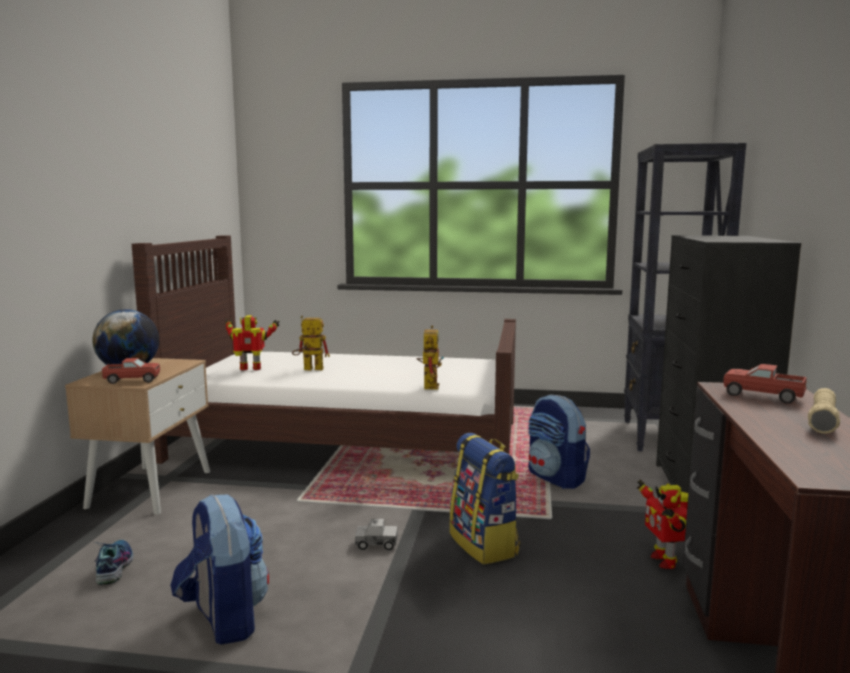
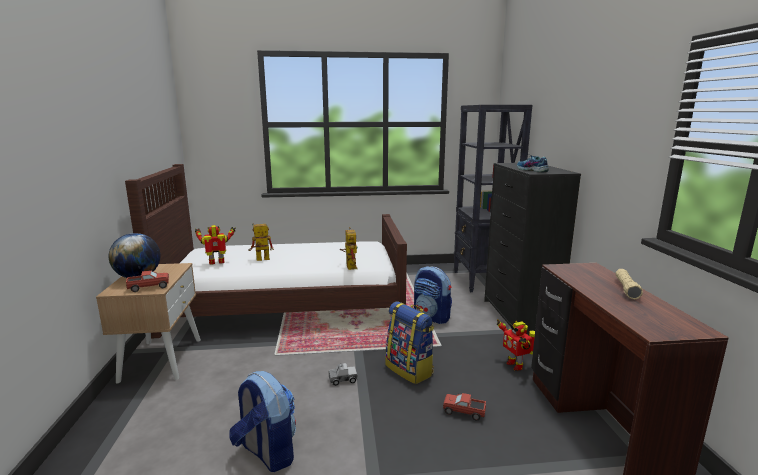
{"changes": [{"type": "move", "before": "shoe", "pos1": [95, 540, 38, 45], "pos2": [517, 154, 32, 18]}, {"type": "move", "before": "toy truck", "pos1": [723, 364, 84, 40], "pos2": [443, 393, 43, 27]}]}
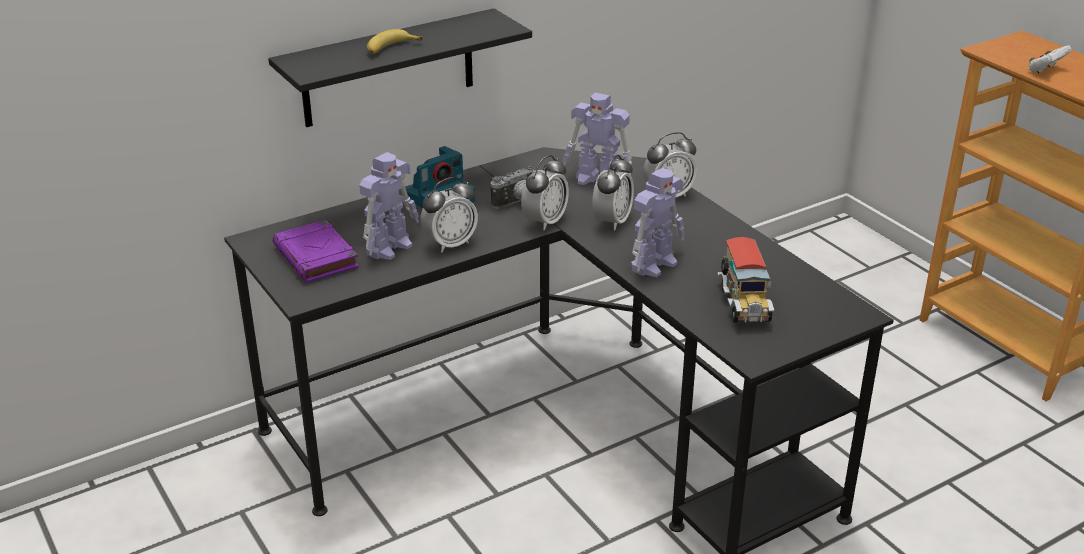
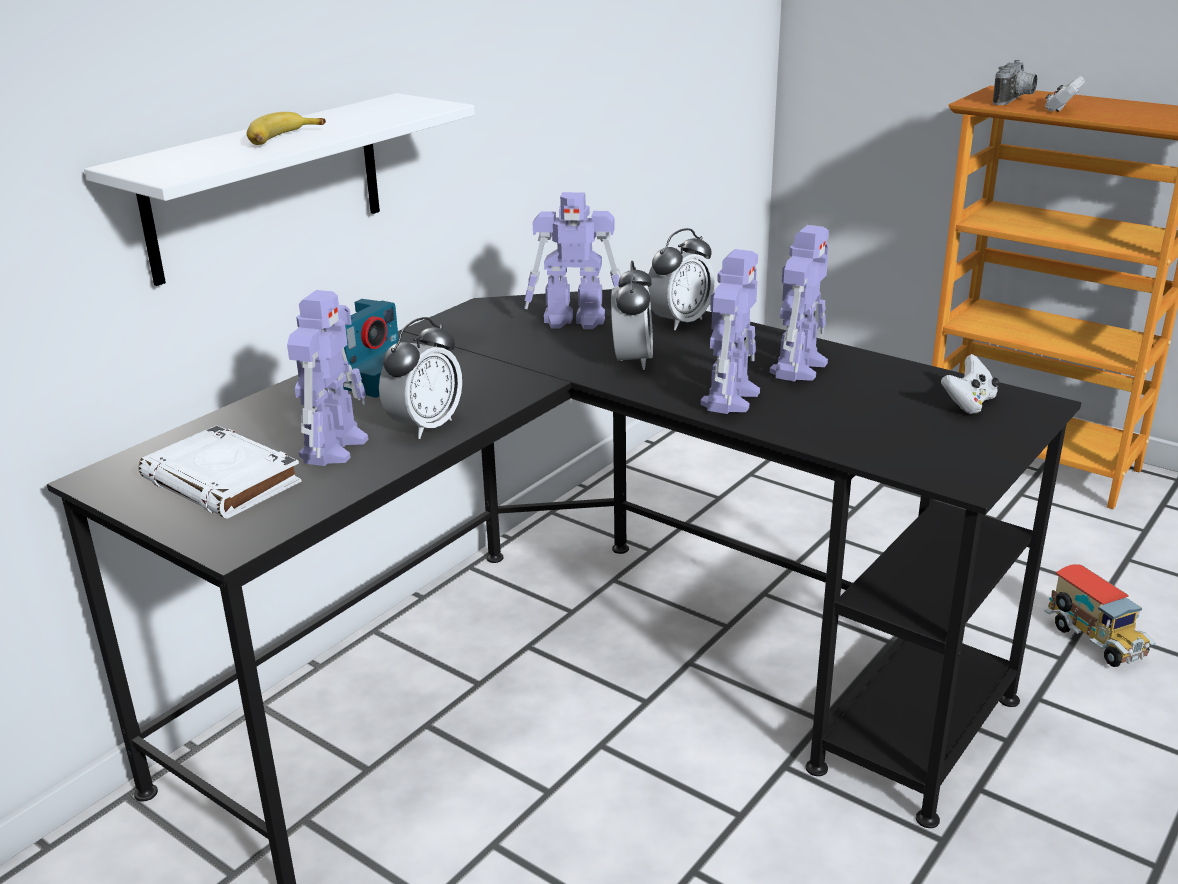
{"changes": [{"type": "delete", "before": "alarm clock", "pos1": [521, 155, 48, 76]}, {"type": "insert", "after": "toy robot", "pos2": [770, 225, 59, 157]}, {"type": "insert", "after": "white game controller", "pos2": [941, 354, 59, 60]}, {"type": "move", "before": "photo camera", "pos1": [491, 166, 45, 43], "pos2": [993, 60, 44, 45]}, {"type": "move", "before": "toy truck", "pos1": [717, 237, 57, 87], "pos2": [1044, 564, 112, 103]}, {"type": "recolor", "before": "black shelf", "after": "white shelf", "pos1": [268, 8, 264, 119], "pos2": [84, 93, 391, 193]}, {"type": "recolor", "before": "purple book", "after": "white book", "pos1": [273, 220, 86, 62], "pos2": [139, 425, 163, 94]}]}
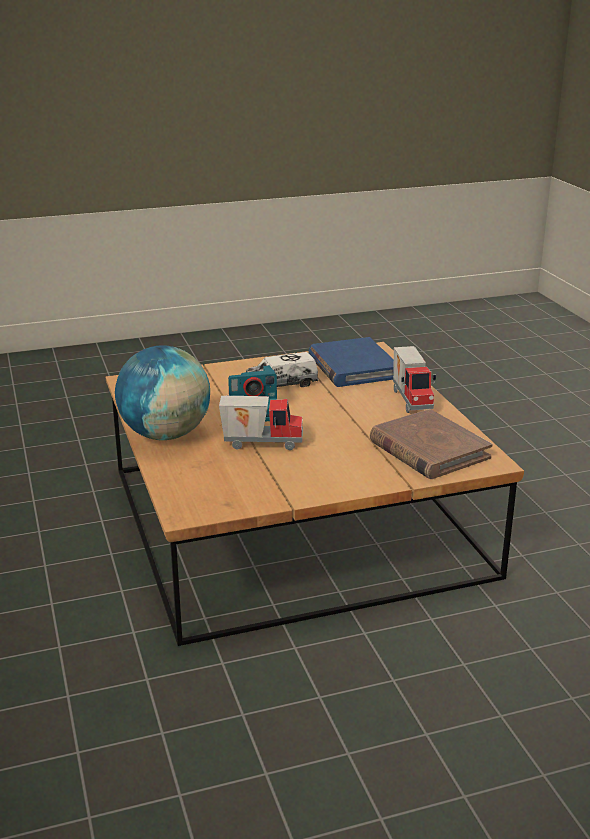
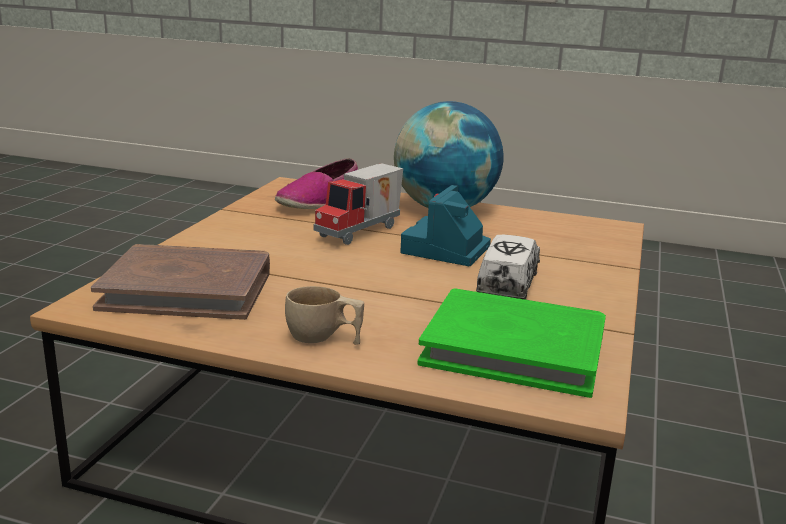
{"changes": [{"type": "insert", "after": "shoe", "pos2": [275, 158, 83, 51]}, {"type": "replace", "before": "toy truck", "after": "beige cup", "pos1": [393, 346, 43, 67], "pos2": [285, 286, 79, 59]}, {"type": "recolor", "before": "blue book", "after": "green book", "pos1": [309, 337, 85, 50], "pos2": [417, 288, 189, 110]}]}
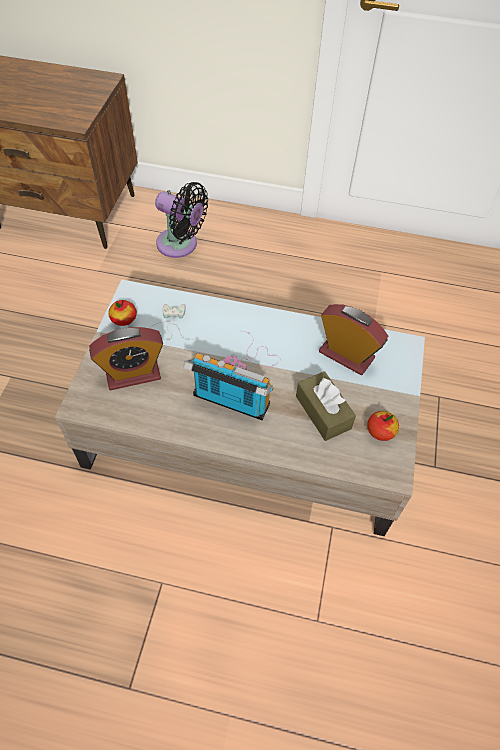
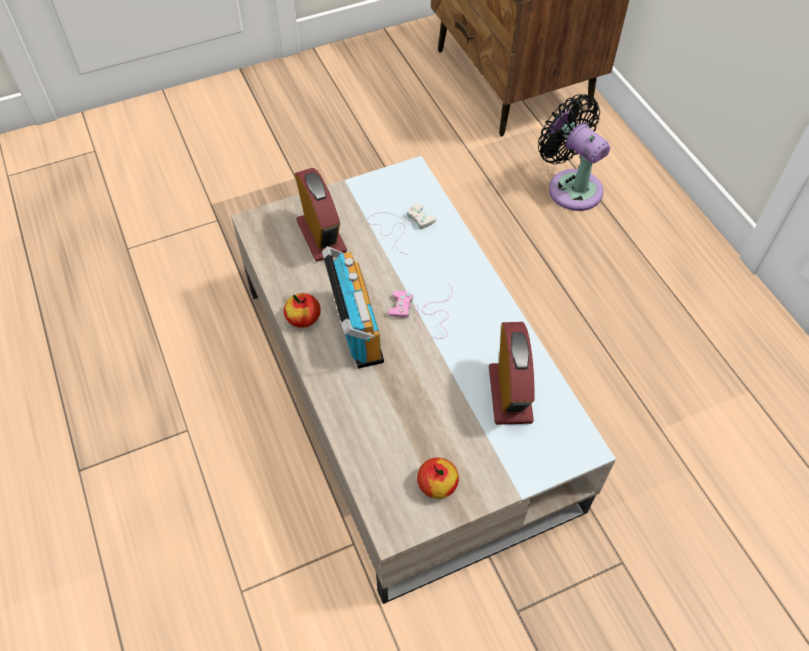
{"changes": [{"type": "delete", "before": "brown tissue box", "pos1": [296, 371, 60, 70]}, {"type": "move", "before": "apple", "pos1": [108, 300, 29, 26], "pos2": [284, 293, 37, 35]}, {"type": "rotate", "before": "alarm clock", "pos1": [89, 327, 74, 63], "pos2": [295, 168, 52, 94], "turn": -150}, {"type": "rotate", "before": "black fan", "pos1": [155, 182, 53, 76], "pos2": [538, 94, 72, 117], "turn": 150}]}
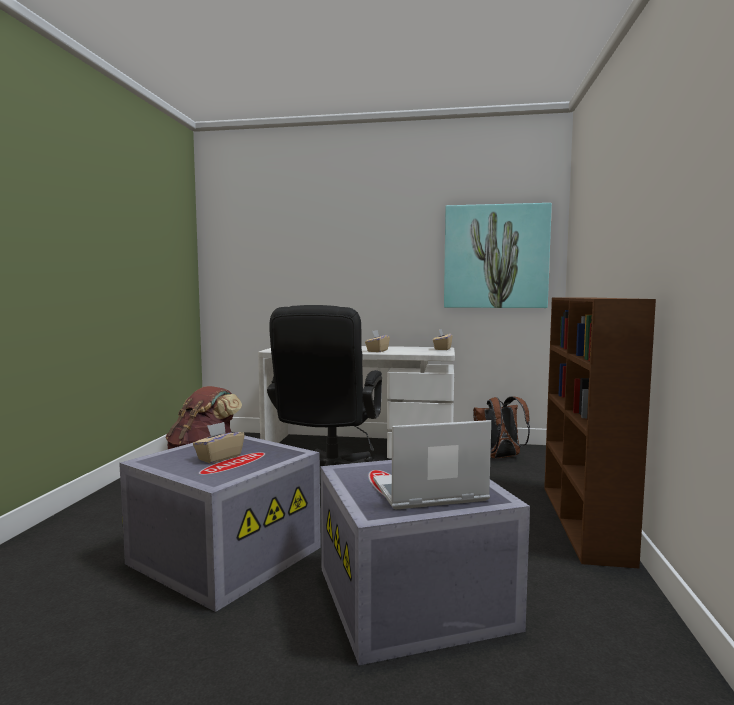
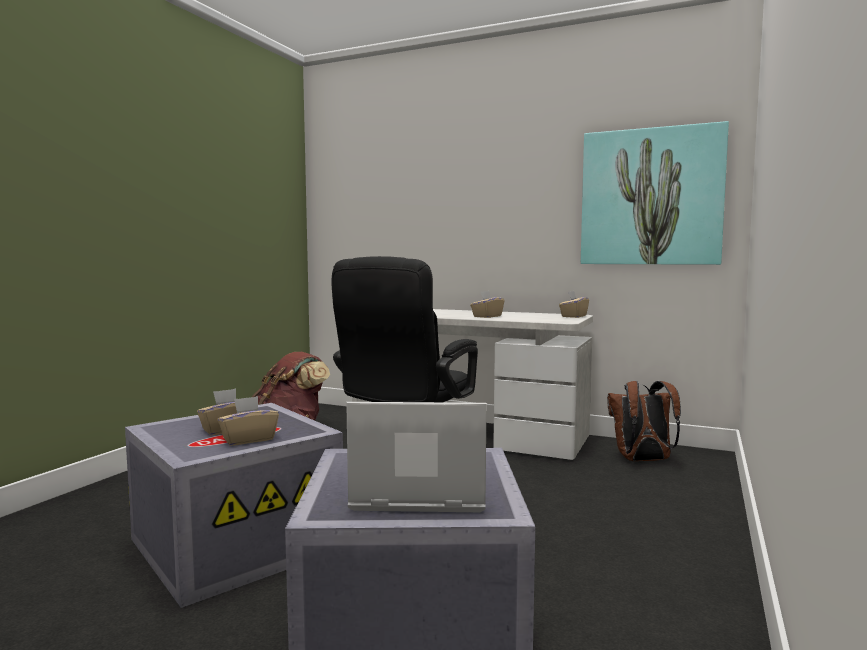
{"changes": [{"type": "delete", "before": "brown bookcase", "pos1": [544, 298, 112, 270]}, {"type": "insert", "after": "beige tissue box", "pos2": [217, 396, 62, 50]}]}
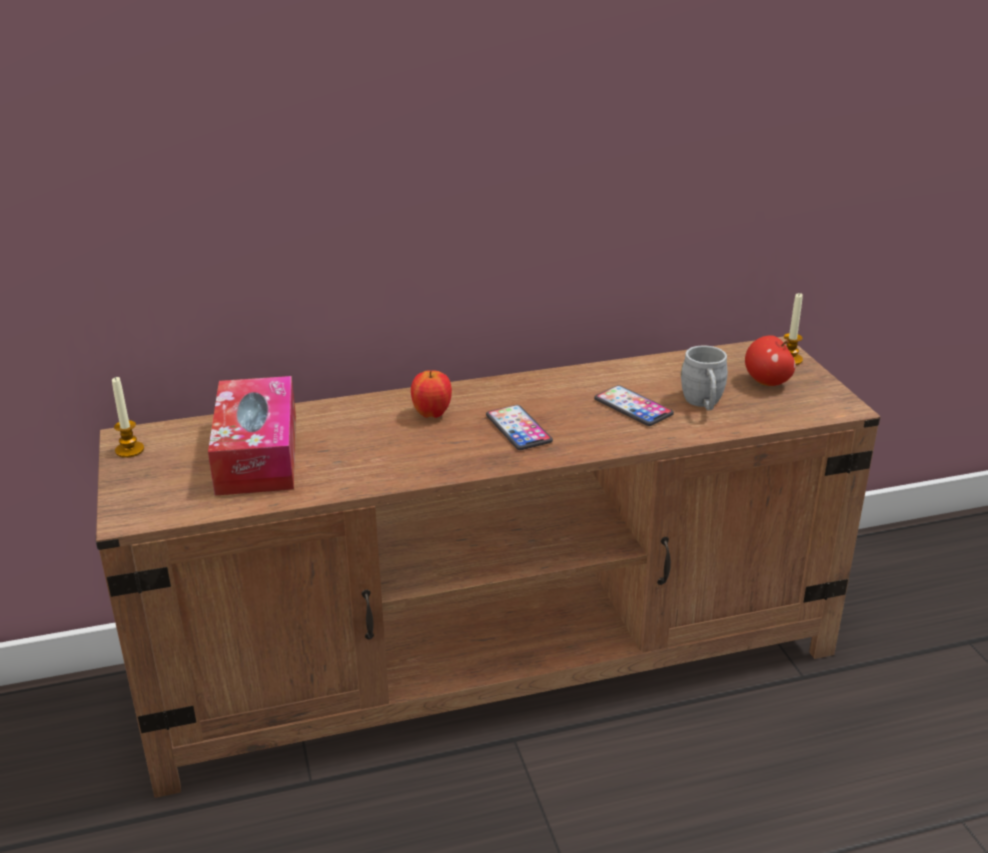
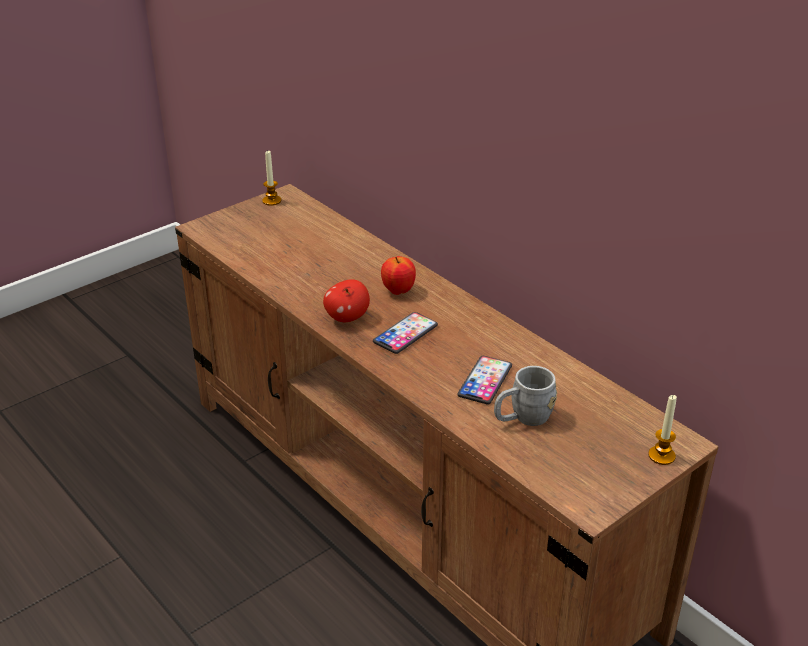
{"changes": [{"type": "delete", "before": "tissue box", "pos1": [208, 376, 88, 120]}, {"type": "move", "before": "apple", "pos1": [745, 336, 51, 50], "pos2": [323, 279, 47, 43]}]}
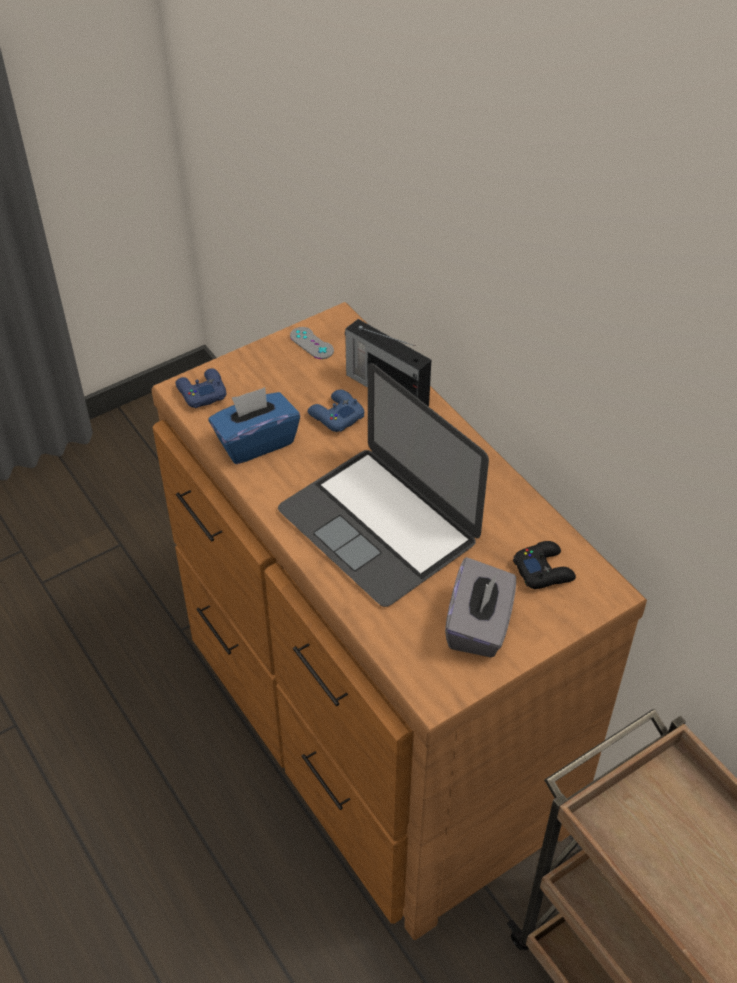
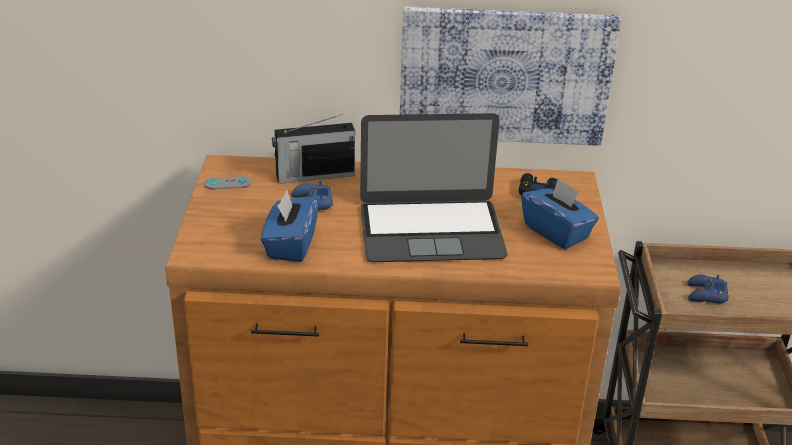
{"changes": [{"type": "insert", "after": "picture", "pos2": [400, 6, 221, 140]}, {"type": "move", "before": "blue game controller", "pos1": [175, 368, 51, 40], "pos2": [687, 275, 42, 28]}, {"type": "recolor", "before": "grey tissue box", "after": "blue tissue box", "pos1": [445, 557, 71, 100], "pos2": [521, 178, 78, 71]}]}
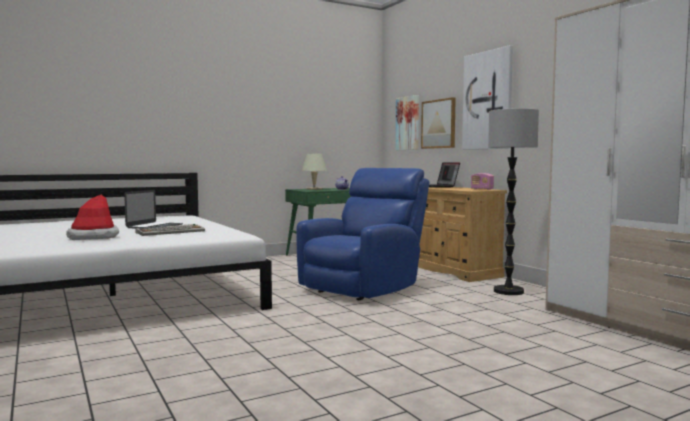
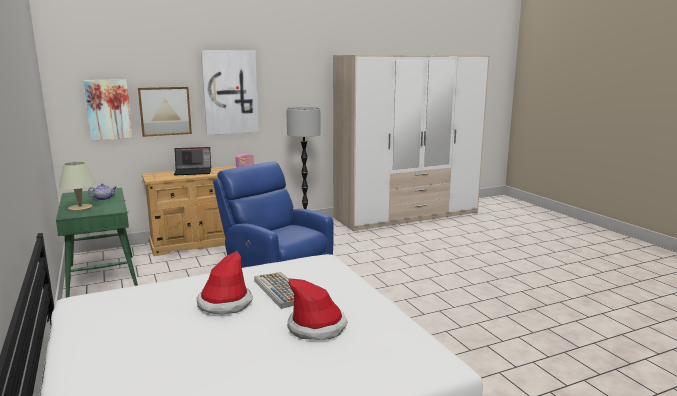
{"changes": [{"type": "replace", "before": "laptop", "after": "hat", "pos1": [124, 190, 59, 39], "pos2": [197, 251, 56, 63]}]}
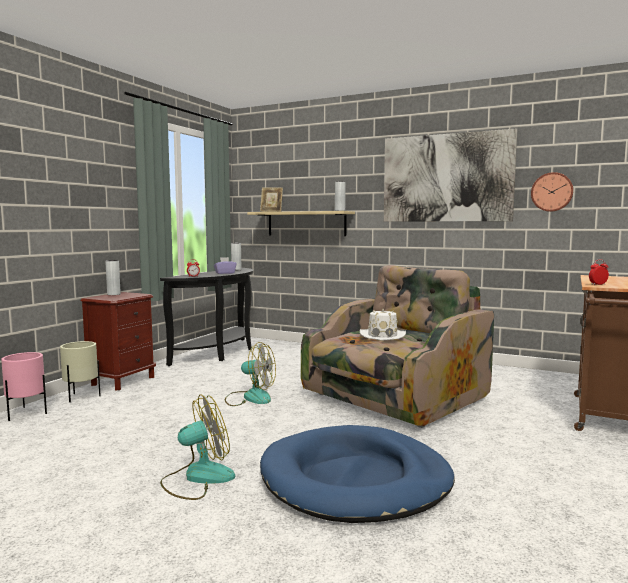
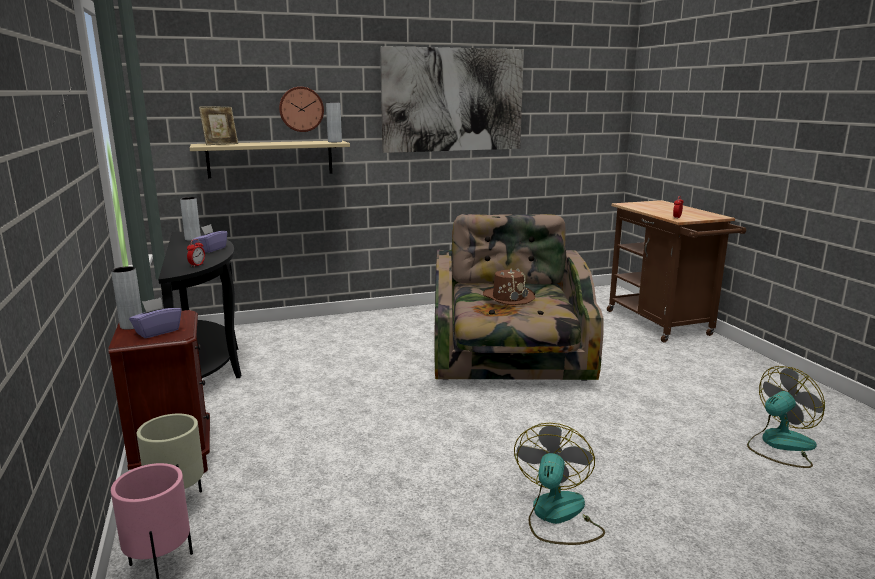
{"changes": [{"type": "delete", "before": "blue dog bed", "pos1": [260, 425, 195, 98]}, {"type": "insert", "after": "purple tissue box", "pos2": [129, 298, 52, 40]}, {"type": "move", "before": "fan", "pos1": [225, 342, 51, 64], "pos2": [747, 366, 78, 102]}, {"type": "move", "before": "wall clock", "pos1": [531, 172, 42, 40], "pos2": [279, 87, 45, 45]}, {"type": "recolor", "before": "white hat", "after": "brown hat", "pos1": [360, 309, 46, 32], "pos2": [483, 268, 52, 37]}]}
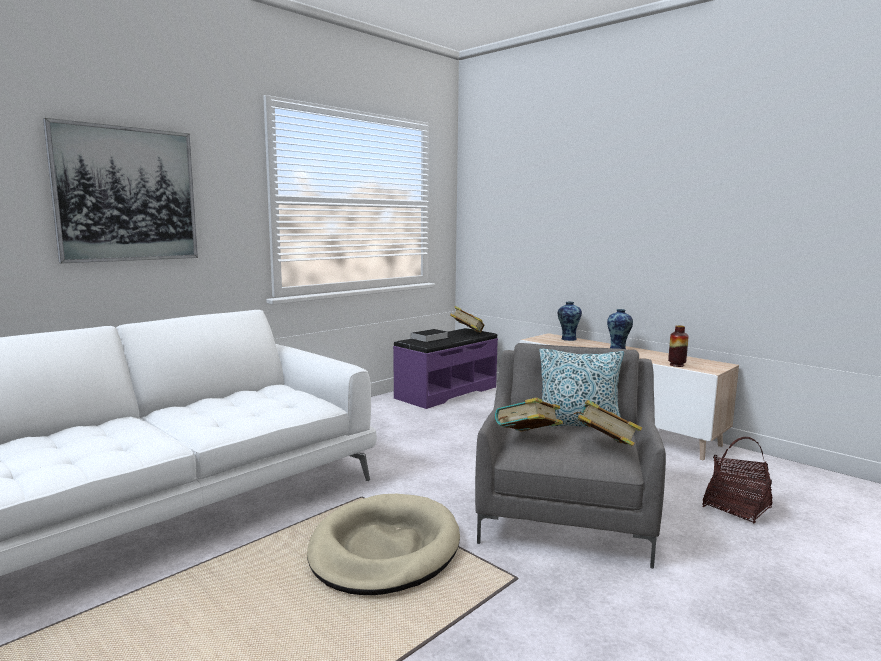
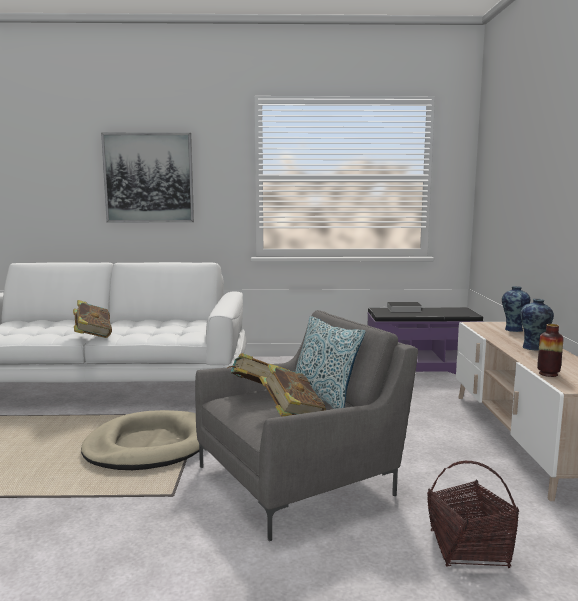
{"changes": [{"type": "move", "before": "book", "pos1": [450, 306, 34, 27], "pos2": [73, 300, 39, 38]}]}
